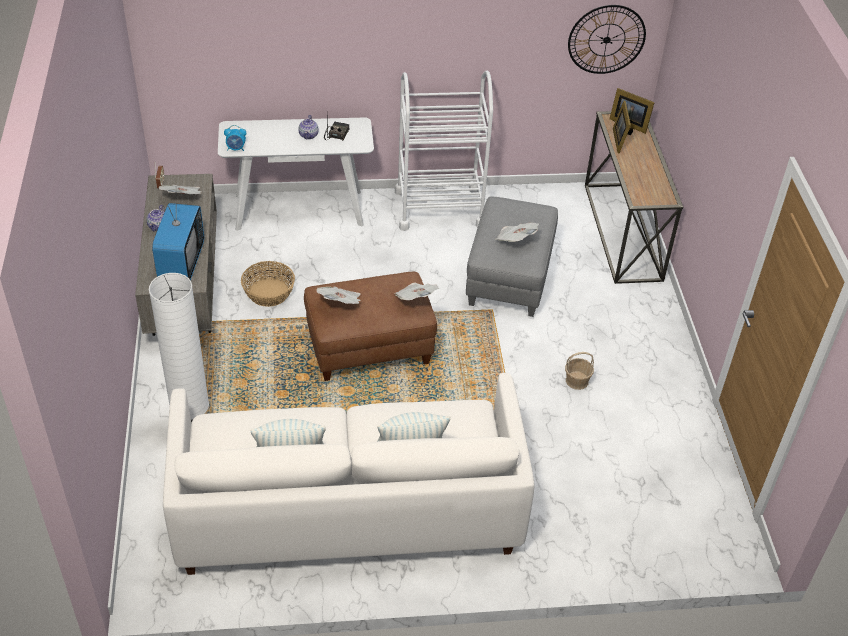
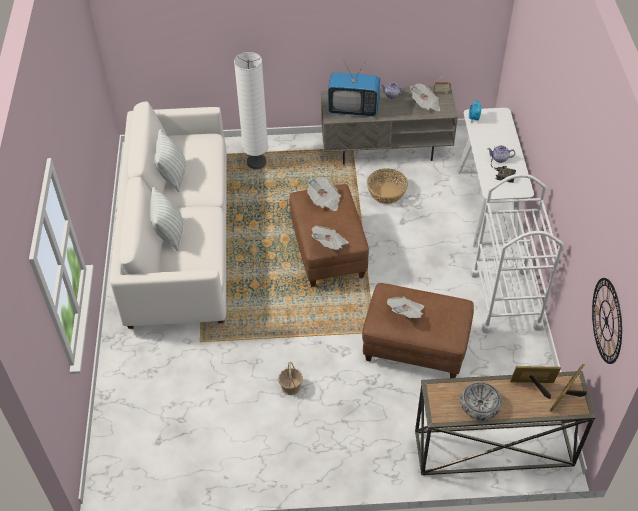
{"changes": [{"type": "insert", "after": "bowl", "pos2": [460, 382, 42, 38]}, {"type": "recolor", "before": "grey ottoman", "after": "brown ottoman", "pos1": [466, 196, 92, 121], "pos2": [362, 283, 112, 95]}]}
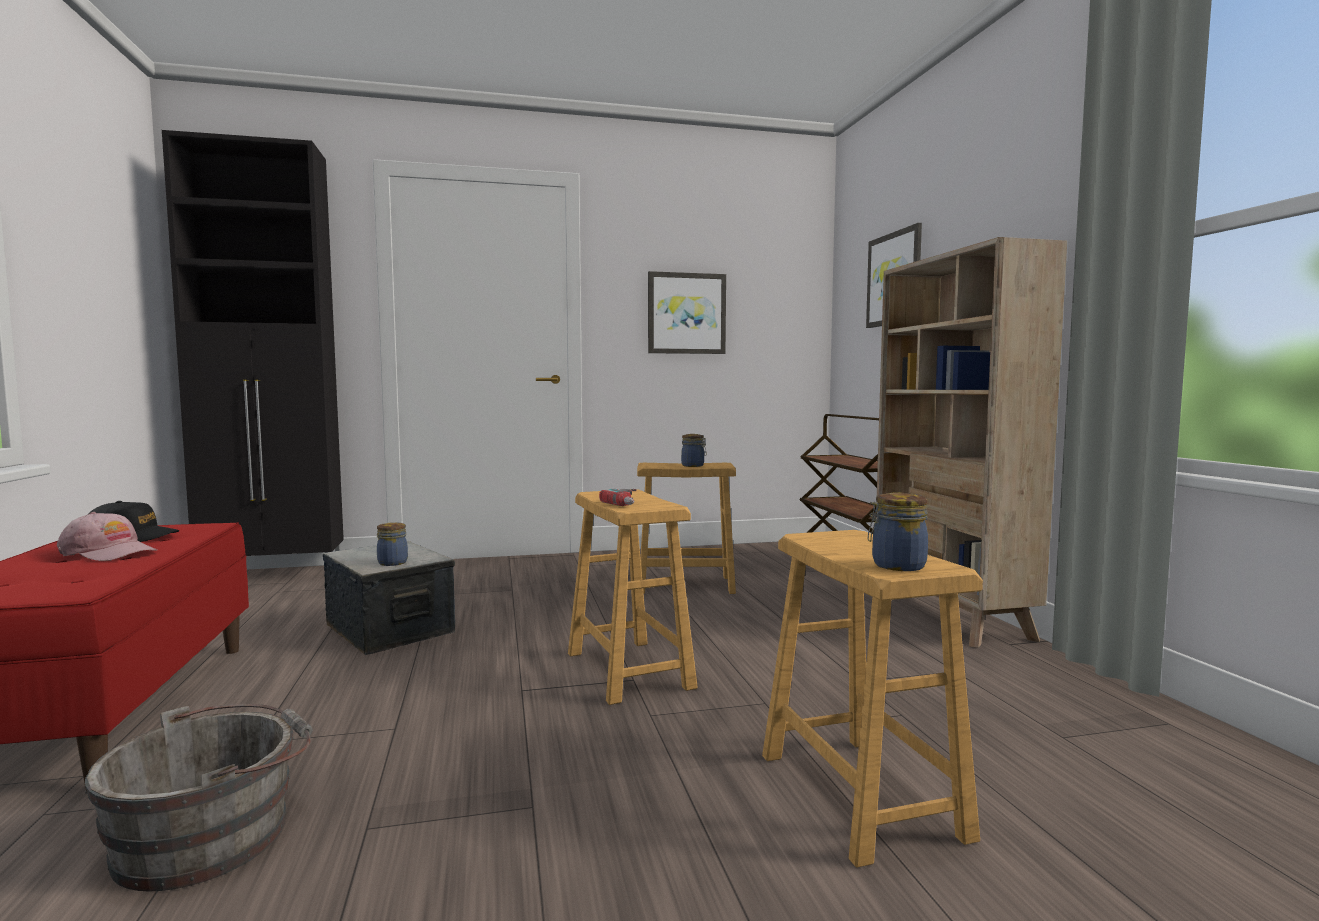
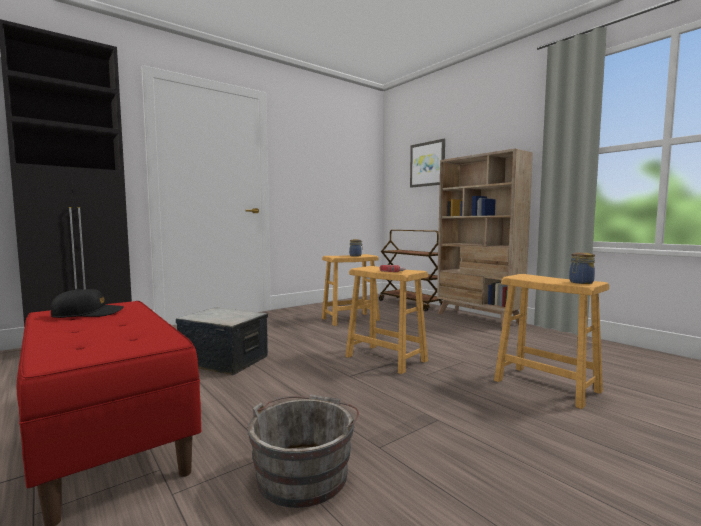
{"changes": [{"type": "delete", "before": "pink cap", "pos1": [57, 512, 100, 49]}, {"type": "delete", "before": "jar", "pos1": [377, 522, 31, 44]}, {"type": "delete", "before": "picture", "pos1": [648, 271, 78, 83]}]}
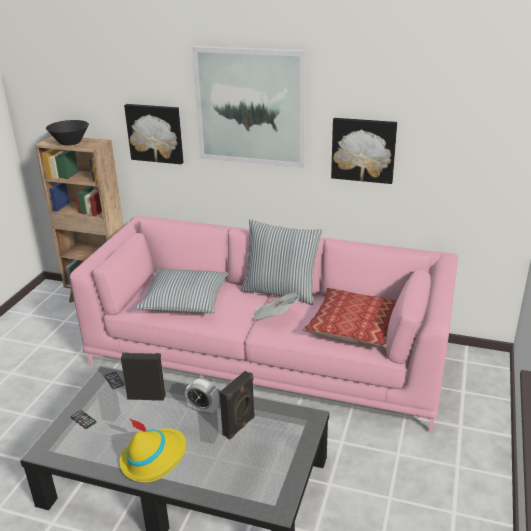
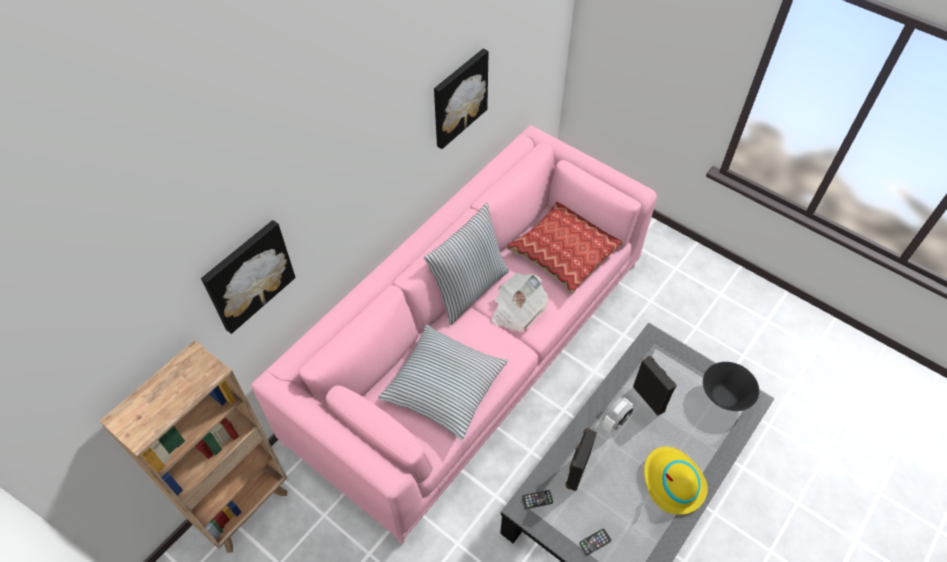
{"changes": [{"type": "delete", "before": "picture", "pos1": [192, 46, 115, 122]}, {"type": "move", "before": "black bowl", "pos1": [46, 120, 43, 26], "pos2": [703, 362, 56, 49]}]}
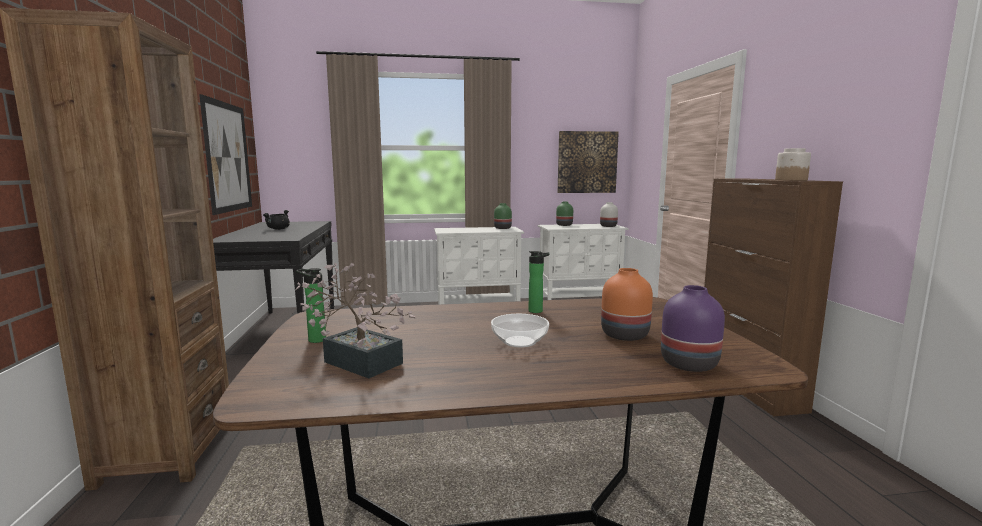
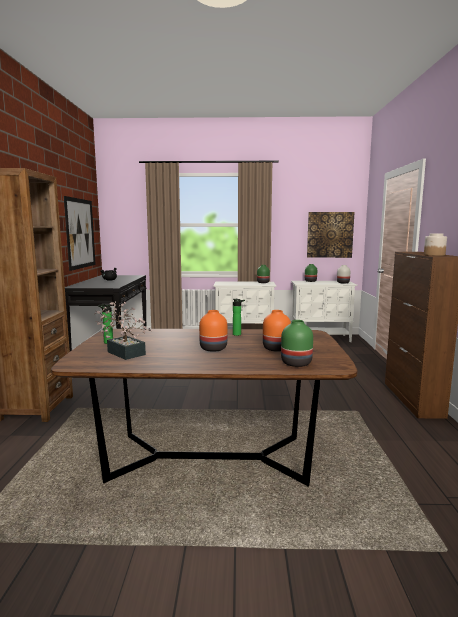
{"changes": [{"type": "replace", "before": "bowl", "after": "orange vase", "pos1": [491, 314, 58, 33], "pos2": [199, 310, 28, 42]}, {"type": "recolor", "before": "purple vase", "after": "green vase", "pos1": [661, 285, 64, 87], "pos2": [281, 320, 32, 47]}]}
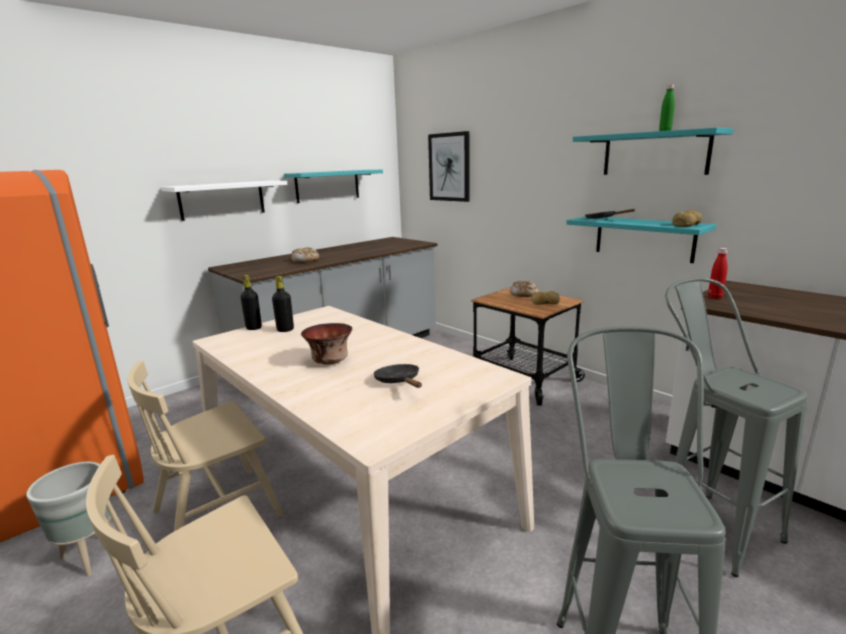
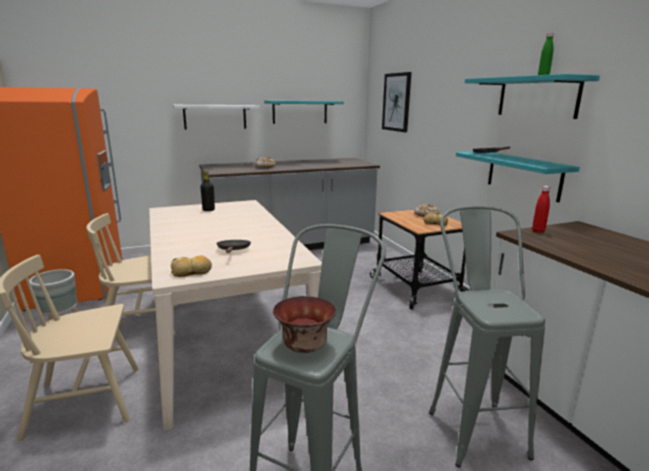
{"changes": [{"type": "delete", "before": "black bottle", "pos1": [240, 275, 22, 55]}, {"type": "move", "before": "bowl", "pos1": [301, 323, 51, 42], "pos2": [273, 296, 63, 57]}, {"type": "move", "before": "bread", "pos1": [672, 210, 30, 17], "pos2": [171, 256, 41, 21]}]}
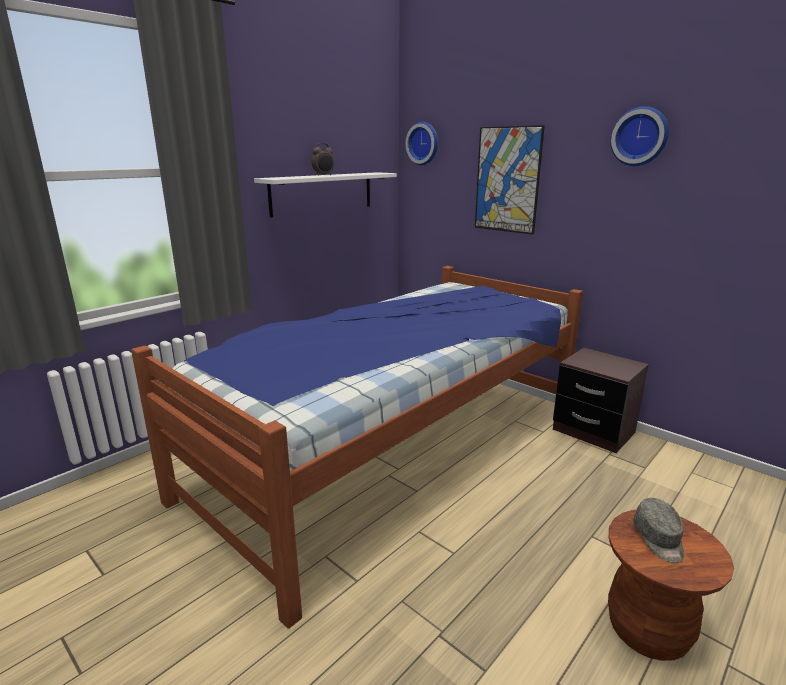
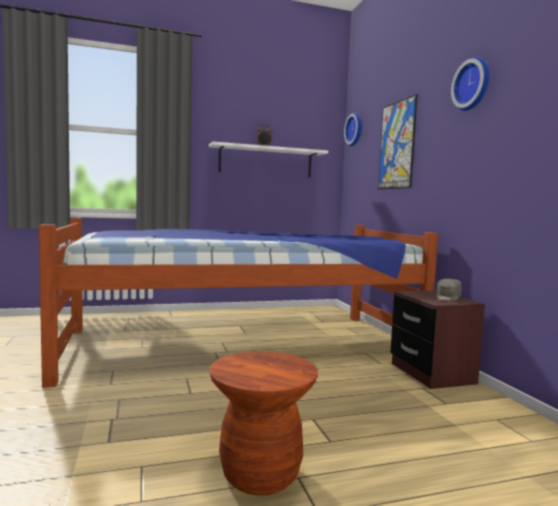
{"changes": [{"type": "move", "before": "grey cap", "pos1": [633, 498, 51, 65], "pos2": [436, 279, 26, 22]}]}
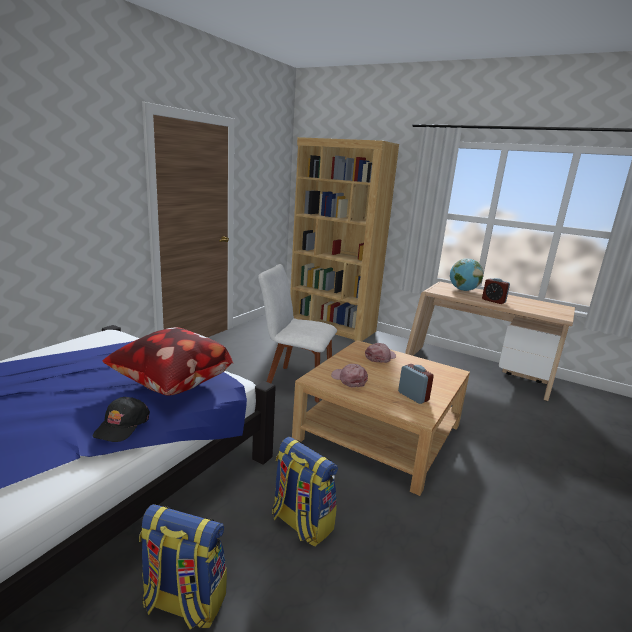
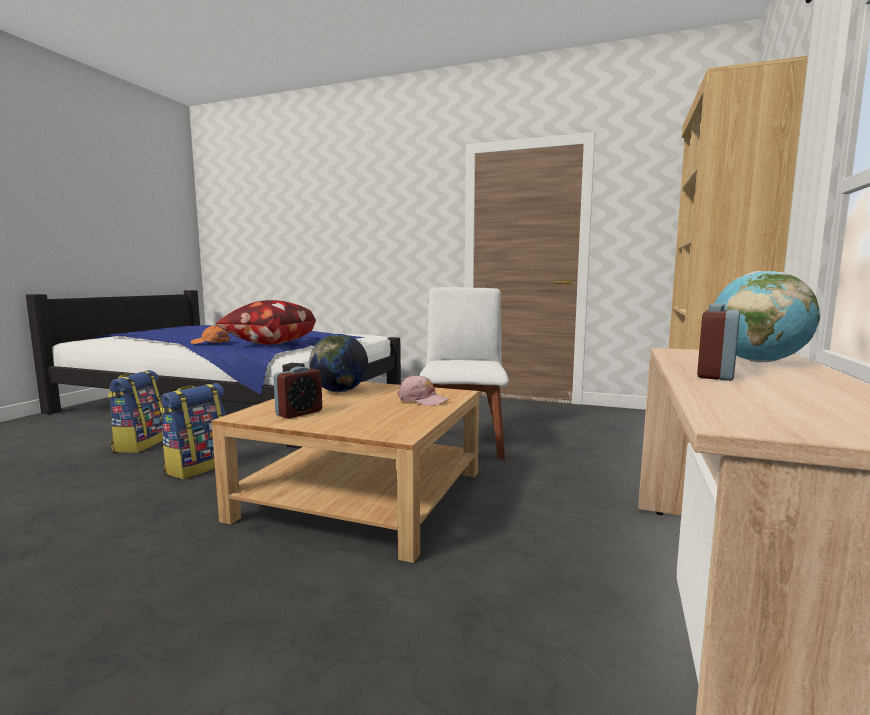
{"changes": [{"type": "replace", "before": "pink cap", "after": "globe", "pos1": [331, 364, 37, 23], "pos2": [309, 334, 59, 59]}, {"type": "recolor", "before": "black cap", "after": "orange cap", "pos1": [92, 397, 58, 45], "pos2": [191, 326, 40, 18]}]}
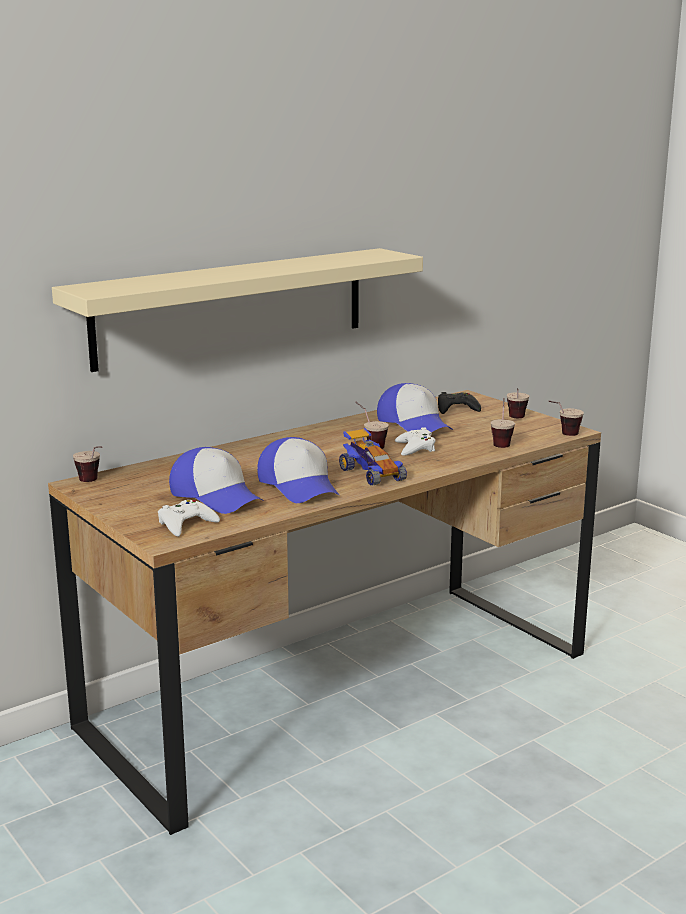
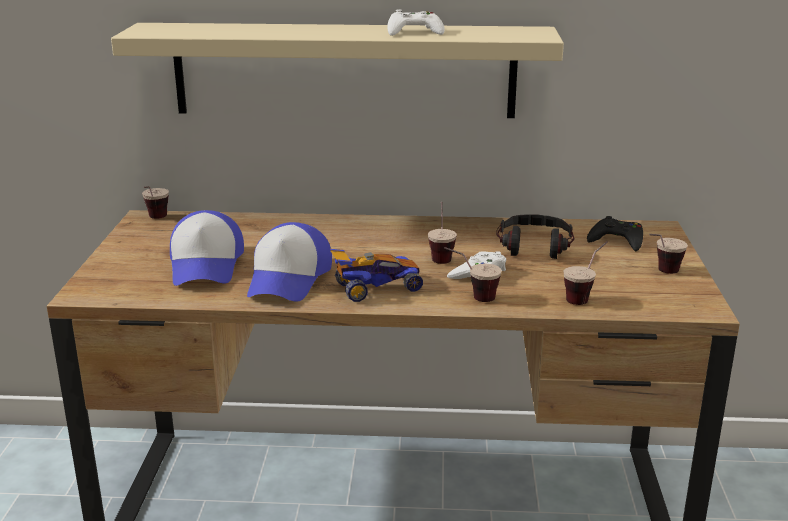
{"changes": [{"type": "move", "before": "white game controller", "pos1": [158, 500, 62, 37], "pos2": [387, 9, 58, 27]}, {"type": "move", "before": "cup", "pos1": [548, 400, 36, 36], "pos2": [444, 247, 58, 55]}, {"type": "replace", "before": "cap", "after": "headphones", "pos1": [377, 383, 76, 49], "pos2": [496, 214, 78, 45]}, {"type": "rotate", "before": "toy car", "pos1": [339, 428, 68, 58], "pos2": [330, 249, 93, 53], "turn": -120}]}
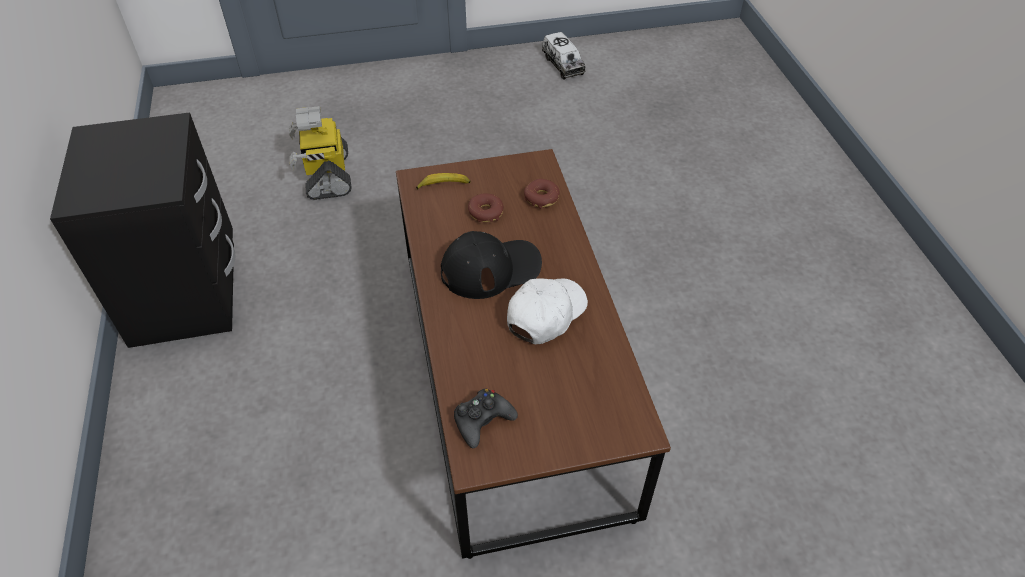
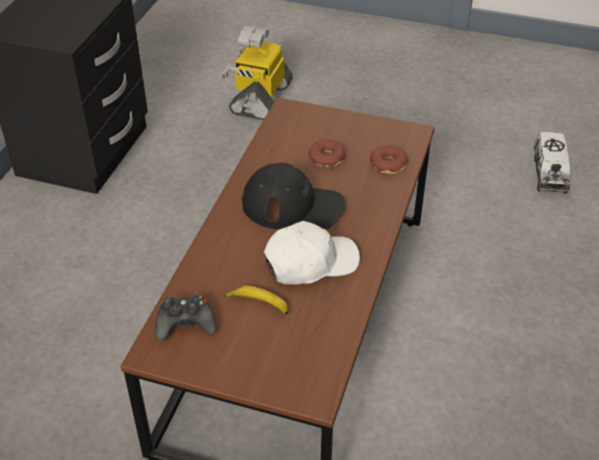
{"changes": [{"type": "move", "before": "banana", "pos1": [416, 173, 54, 16], "pos2": [225, 286, 63, 29]}, {"type": "move", "before": "toy truck", "pos1": [542, 32, 44, 48], "pos2": [534, 132, 37, 61]}]}
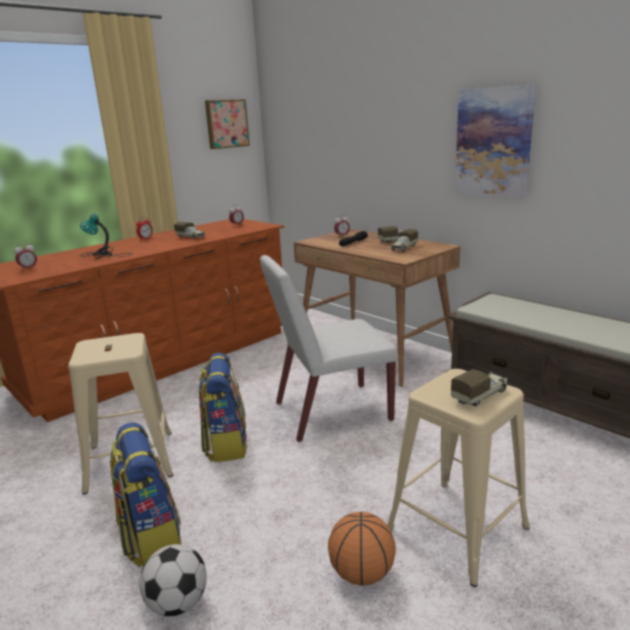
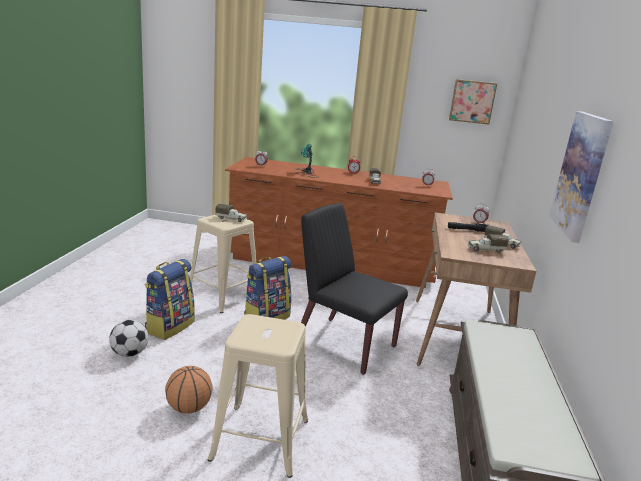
{"changes": [{"type": "move", "before": "toy truck", "pos1": [451, 369, 57, 37], "pos2": [215, 204, 32, 18]}, {"type": "recolor", "before": "white chair", "after": "black chair", "pos1": [260, 255, 138, 187], "pos2": [301, 203, 107, 172]}]}
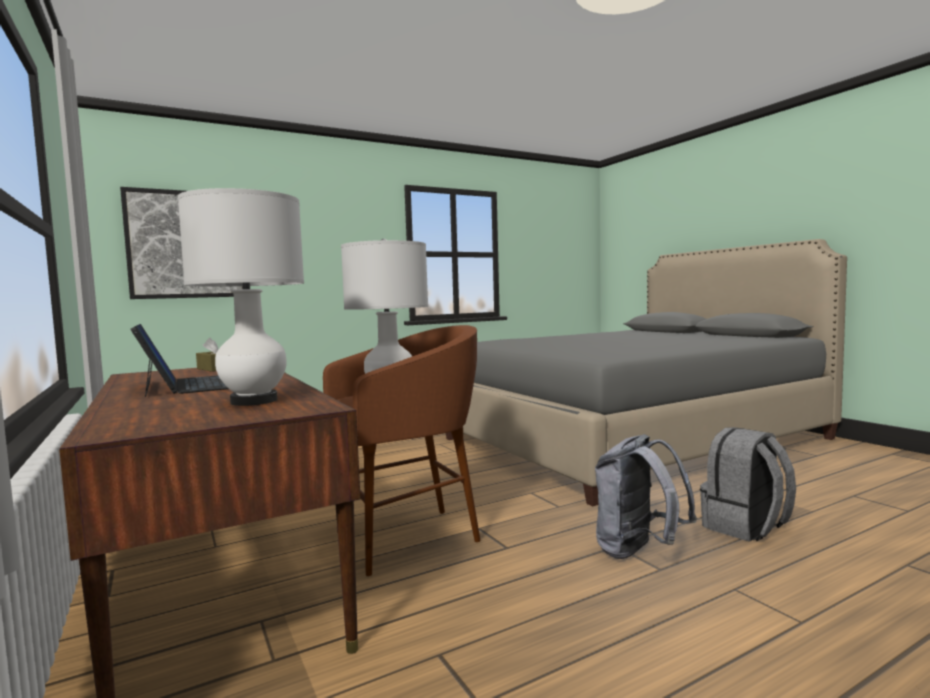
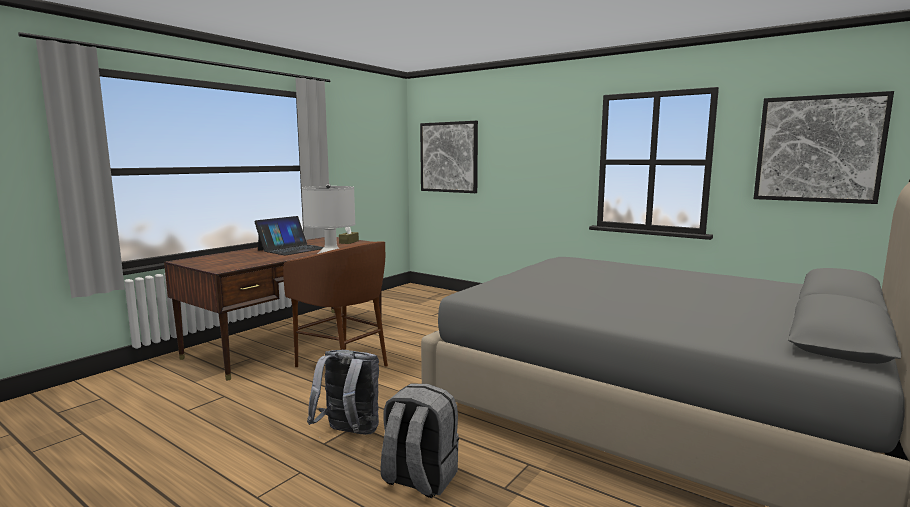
{"changes": [{"type": "delete", "before": "white table lamp", "pos1": [178, 188, 126, 218]}, {"type": "insert", "after": "picture", "pos2": [754, 91, 140, 113]}]}
